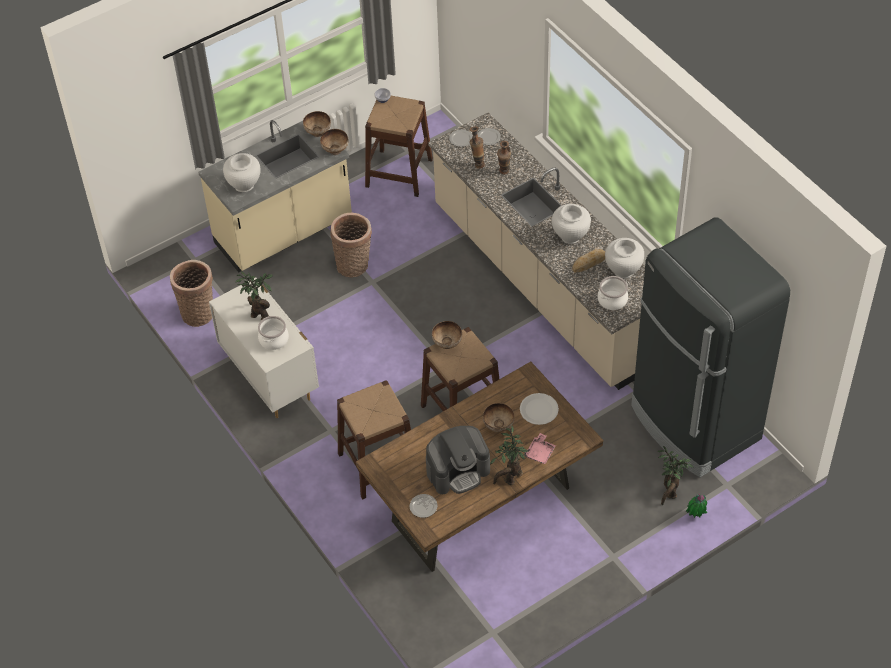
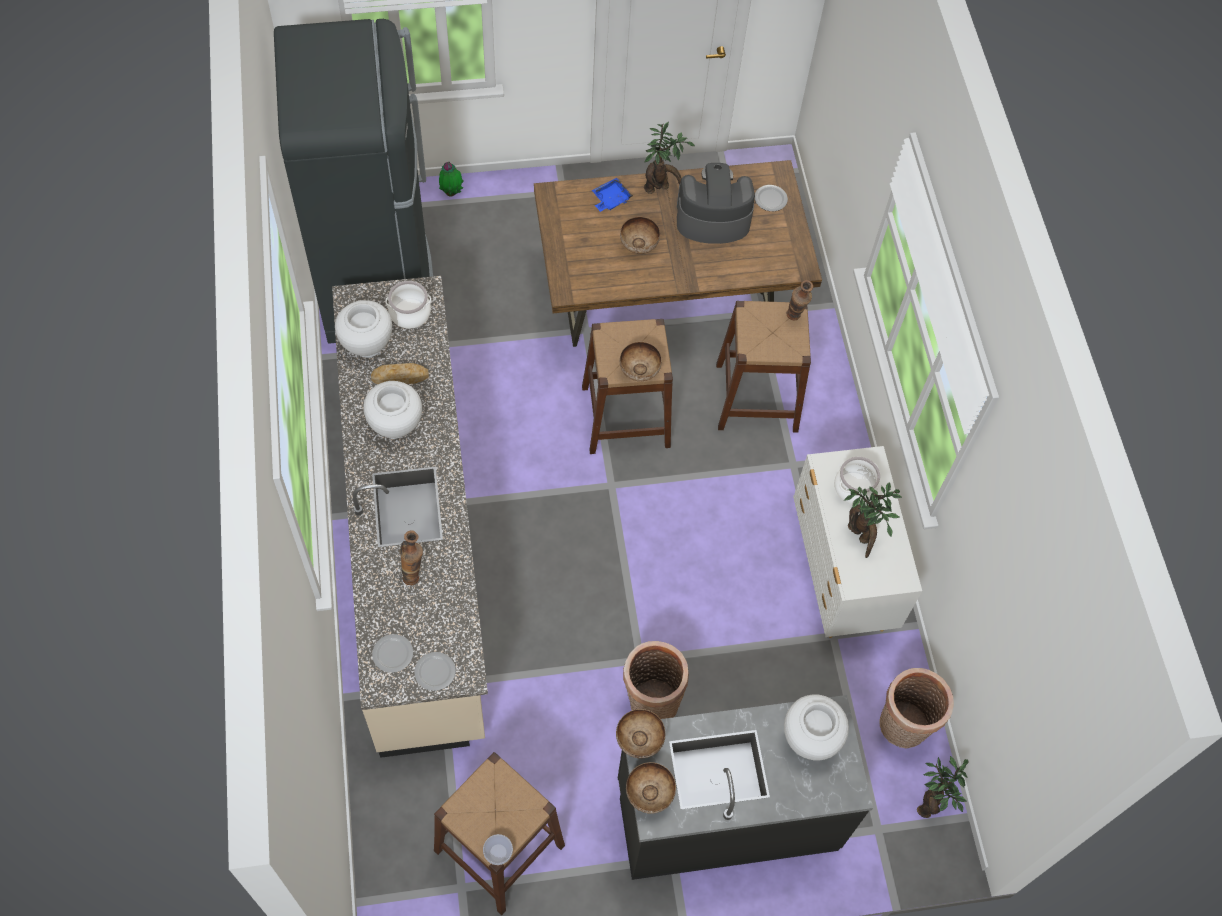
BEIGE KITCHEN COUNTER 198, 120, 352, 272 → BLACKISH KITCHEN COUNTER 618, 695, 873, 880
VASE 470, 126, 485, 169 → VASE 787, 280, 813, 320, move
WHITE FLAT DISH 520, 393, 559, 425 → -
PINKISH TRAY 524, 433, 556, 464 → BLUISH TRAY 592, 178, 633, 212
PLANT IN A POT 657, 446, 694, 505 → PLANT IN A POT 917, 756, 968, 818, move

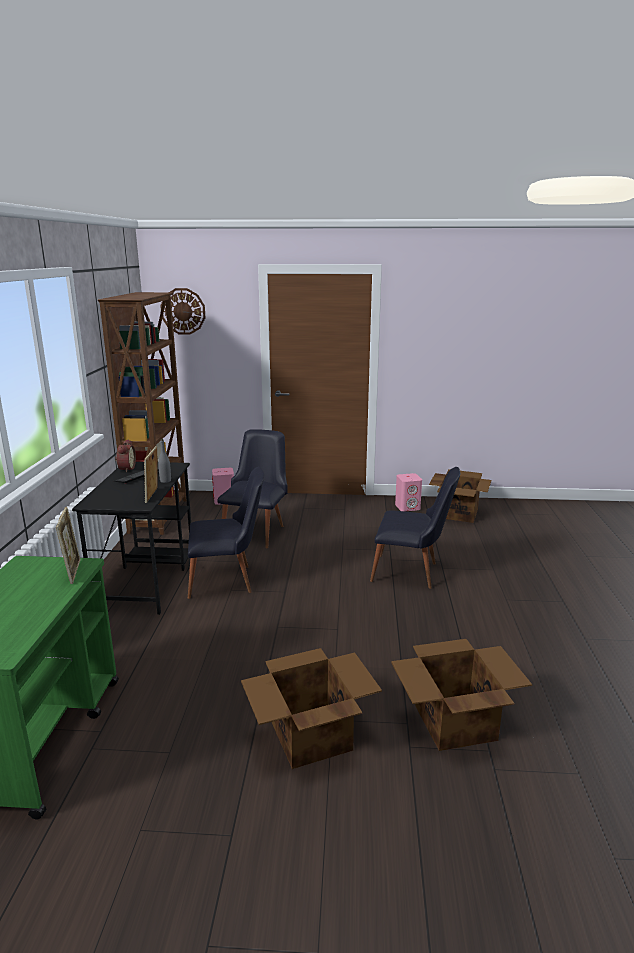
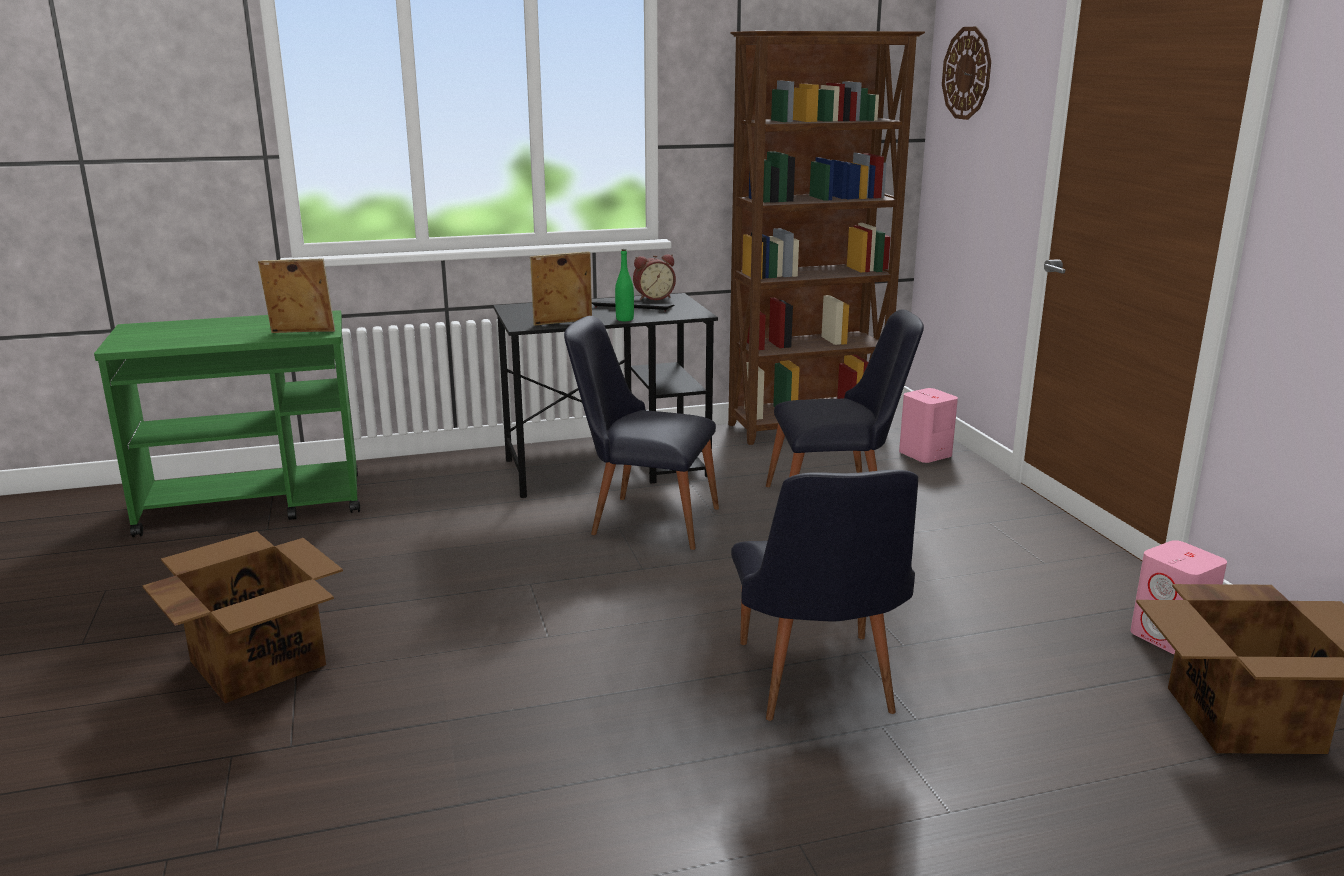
GREYISH DRINK BOTTLE 158, 439, 171, 483 → GREEN-COLOURED DRINK BOTTLE 615, 249, 634, 321
BLACKISH UPRIGHT CHAIR 188, 467, 264, 599 → BLACKISH UPRIGHT CHAIR 564, 316, 719, 550, 135 degrees clockwise
PICTURE FRAME 56, 507, 80, 584 → PICTURE FRAME 258, 258, 335, 333, 150 degrees counterclockwise
PACKING BOX 391, 639, 532, 751 → -

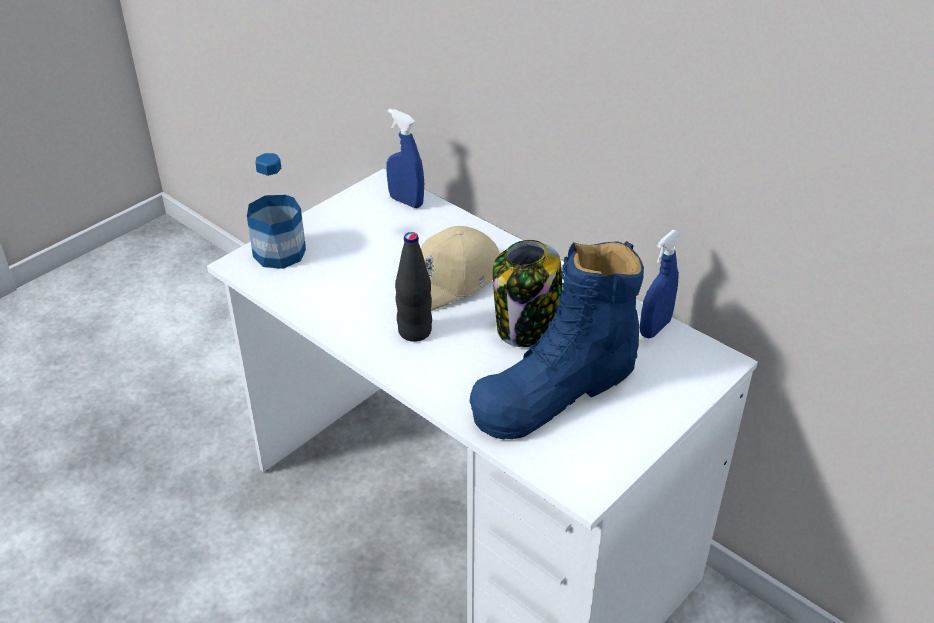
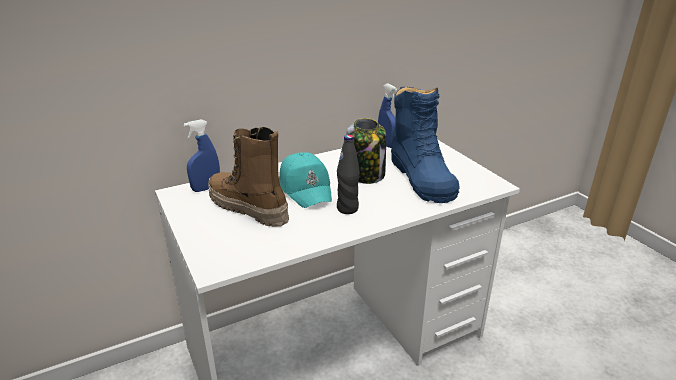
DRINK BOTTLE 247, 153, 306, 269 → -
BEIGE BASEBALL CAP 395, 226, 500, 311 → BLUE-GREEN BASEBALL CAP 279, 152, 332, 208
- → BOOT 208, 127, 289, 227

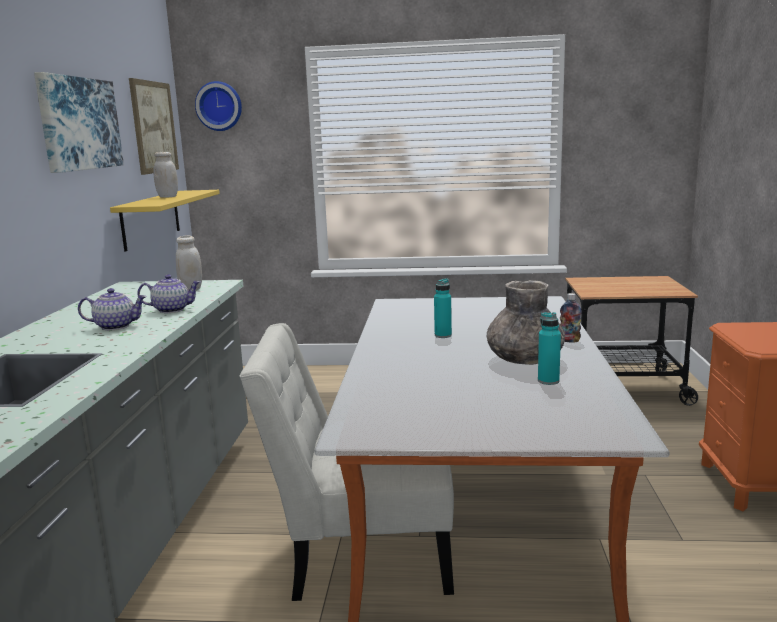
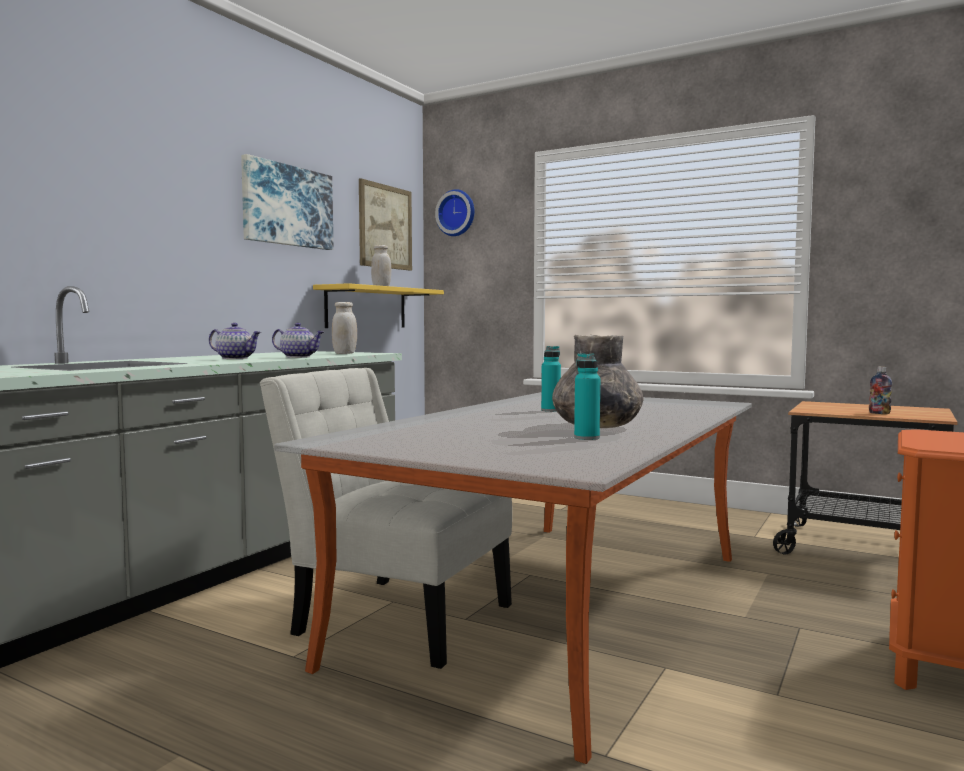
DRINK BOTTLE 560, 293, 582, 342 → DRINK BOTTLE 869, 367, 892, 414, move

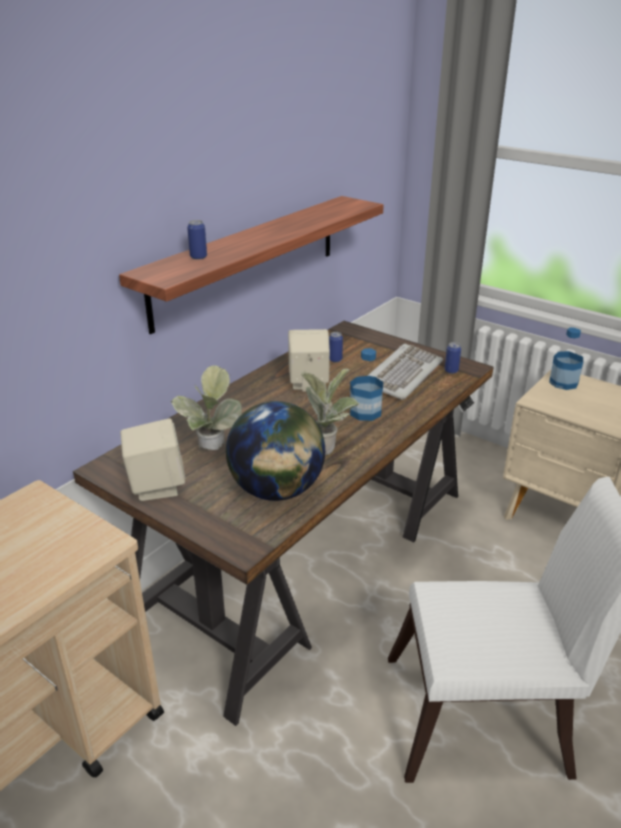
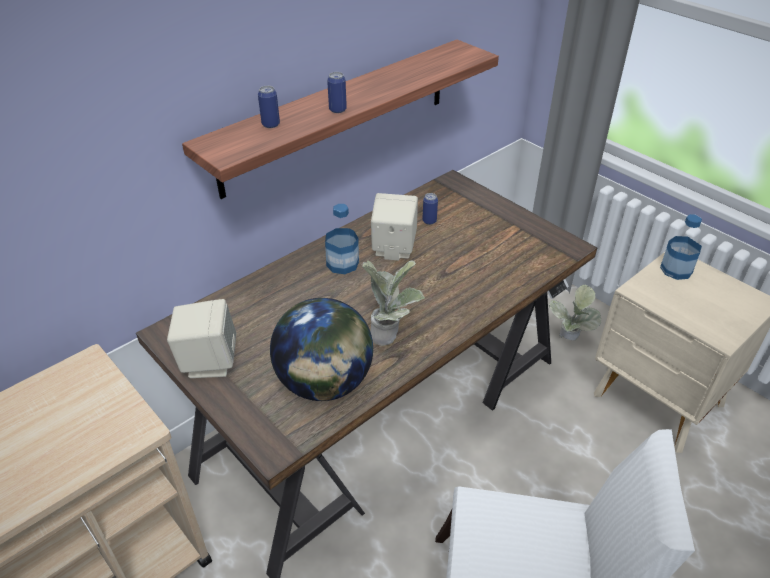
METAL CAN 445, 342, 461, 374 → METAL CAN 327, 72, 347, 113, move
KEYBOARD 367, 344, 443, 400 → -
DRINK BOTTLE 350, 348, 383, 421 → DRINK BOTTLE 325, 204, 359, 274, move
PLANT IN A POT 171, 365, 242, 450 → PLANT IN A POT 548, 285, 601, 340, move

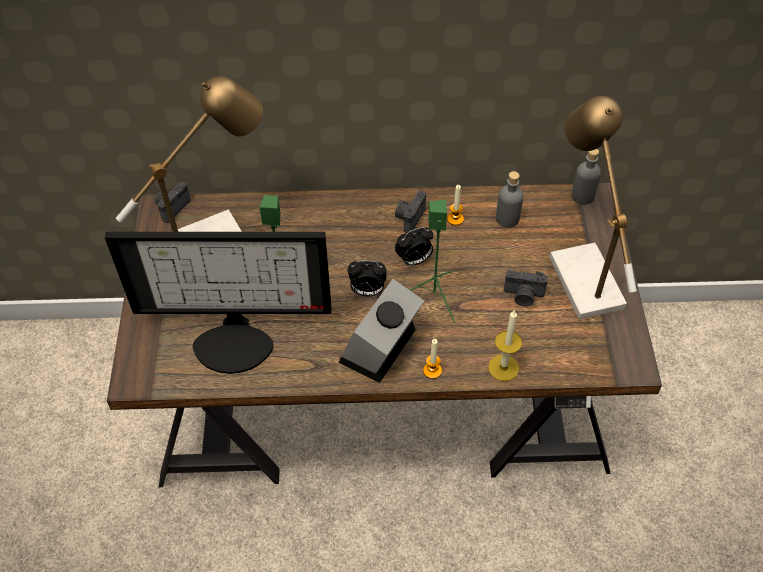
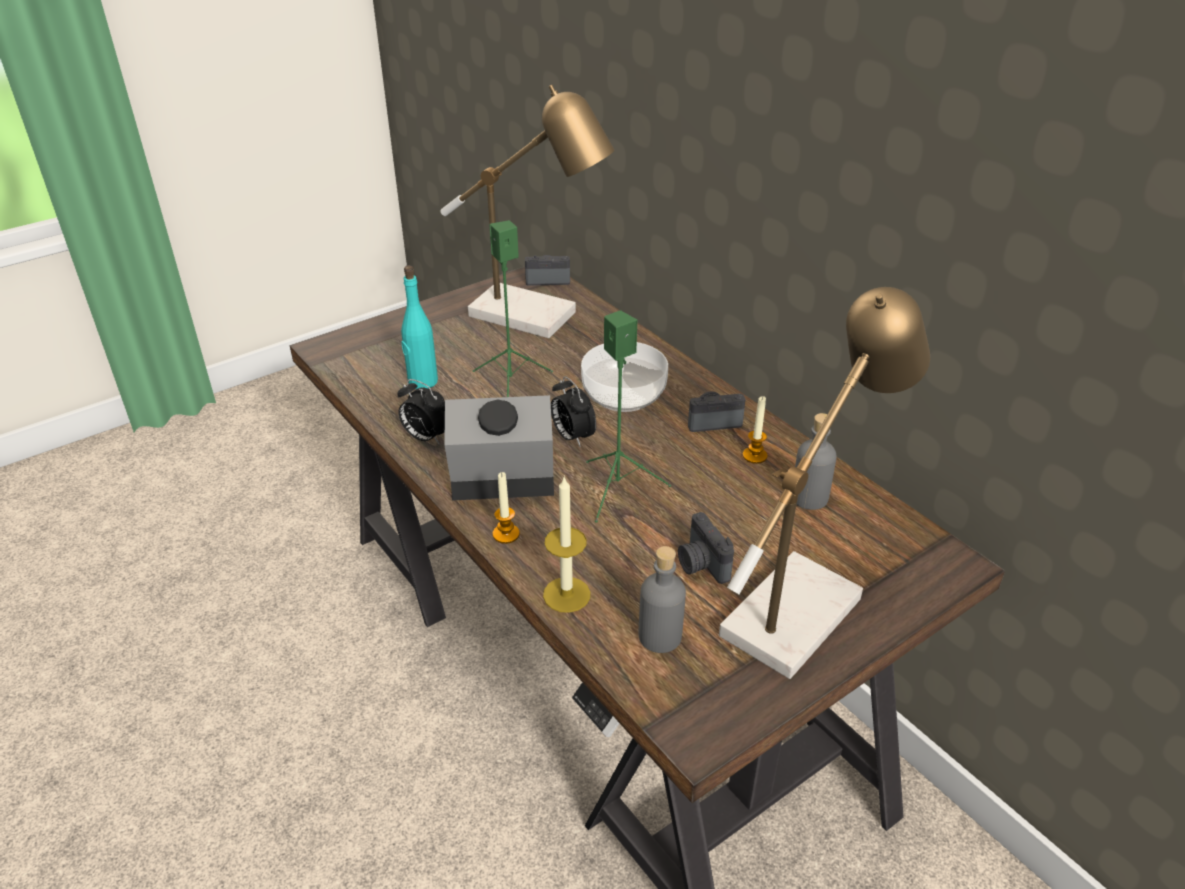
GREYISH DRINK BOTTLE 571, 149, 601, 205 → GREYISH DRINK BOTTLE 639, 546, 686, 653, move
BEDSIDE CLOCK 395, 227, 433, 266 → BEDSIDE CLOCK 398, 379, 445, 445, move
COMPUTER SCREEN 105, 232, 332, 374 → BLUE-GREEN DRINK BOTTLE 401, 265, 438, 389
- → SERVING BOWL 581, 342, 668, 412

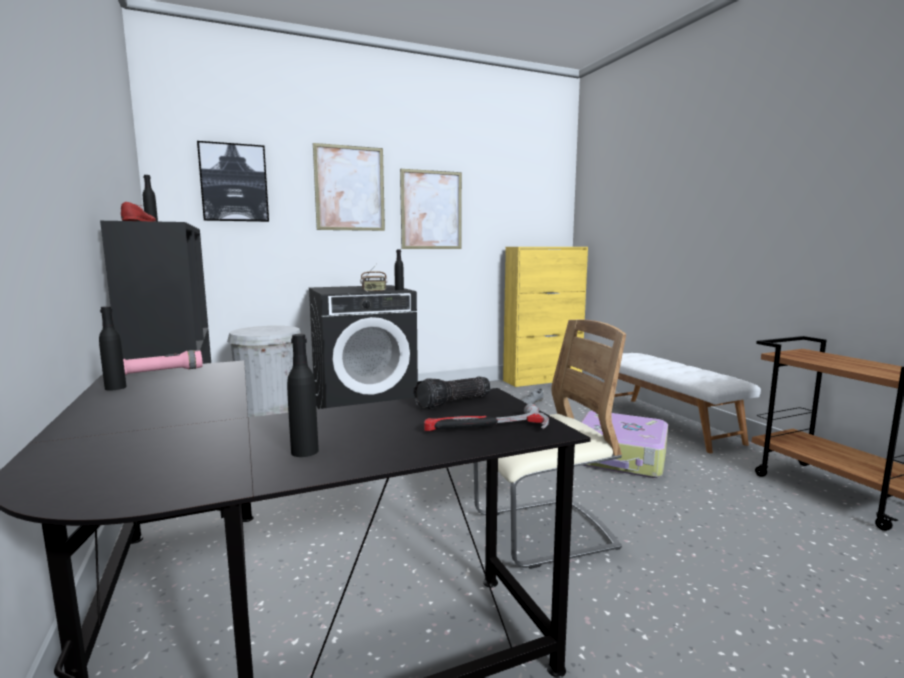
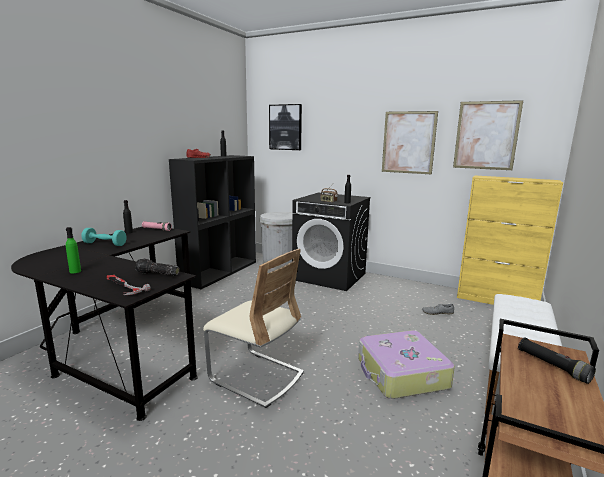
PICTURE 313, 143, 385, 231 → PICTURE 453, 100, 523, 170, move
BLACKISH DRINK BOTTLE 287, 334, 319, 457 → GREEN-COLOURED DRINK BOTTLE 66, 227, 81, 273
- → BLUE-GREEN HAND WEIGHT 81, 228, 126, 246
- → BLACKISH HAND TORCH 518, 338, 596, 384

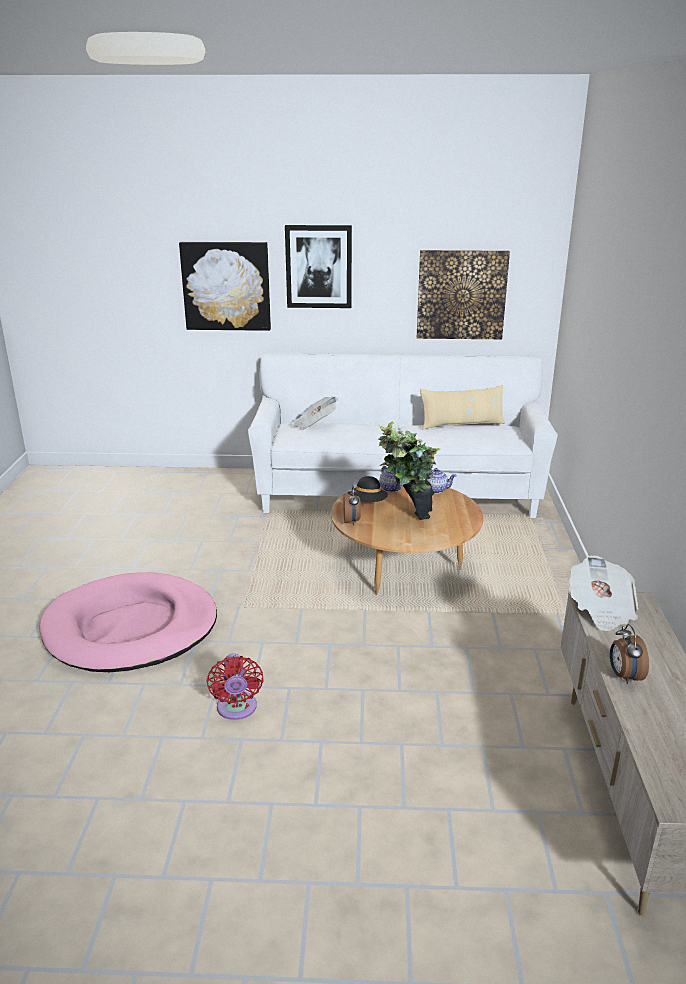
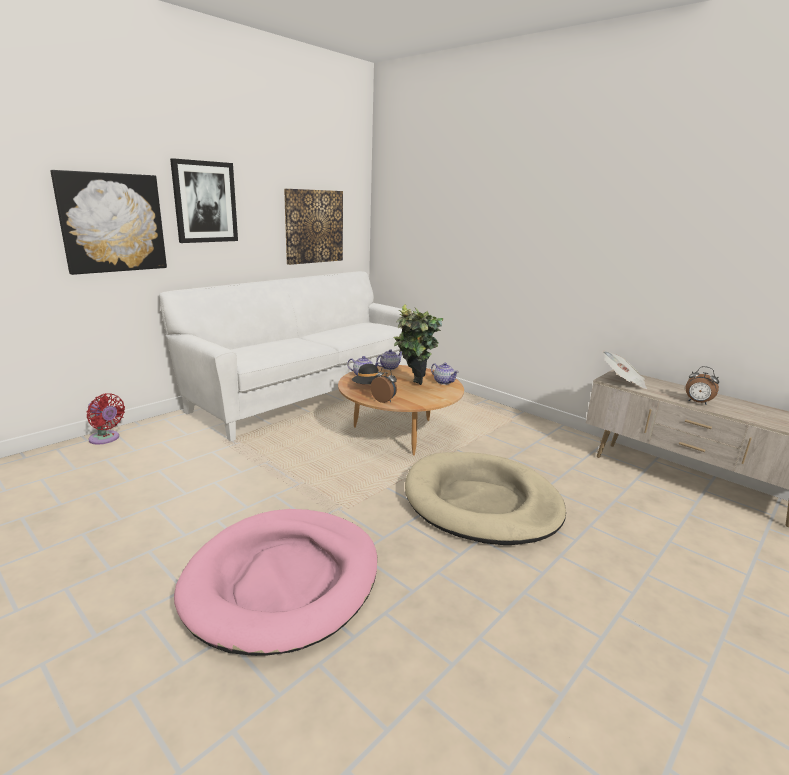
BEIGE CUSHION 420, 385, 505, 430 → -
DAILY PAPER 291, 397, 338, 429 → -
REDDISH ELECTRIC FAN 206, 653, 264, 720 → REDDISH ELECTRIC FAN 87, 393, 125, 444, move
- → POT FOR TEA 431, 363, 459, 385
- → BEIGE DOG BED 405, 452, 566, 545

